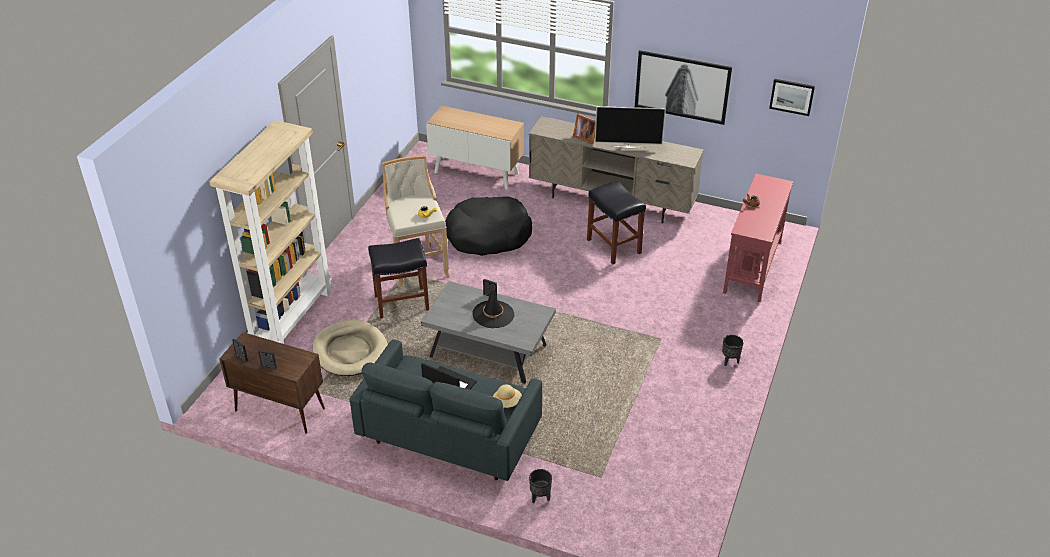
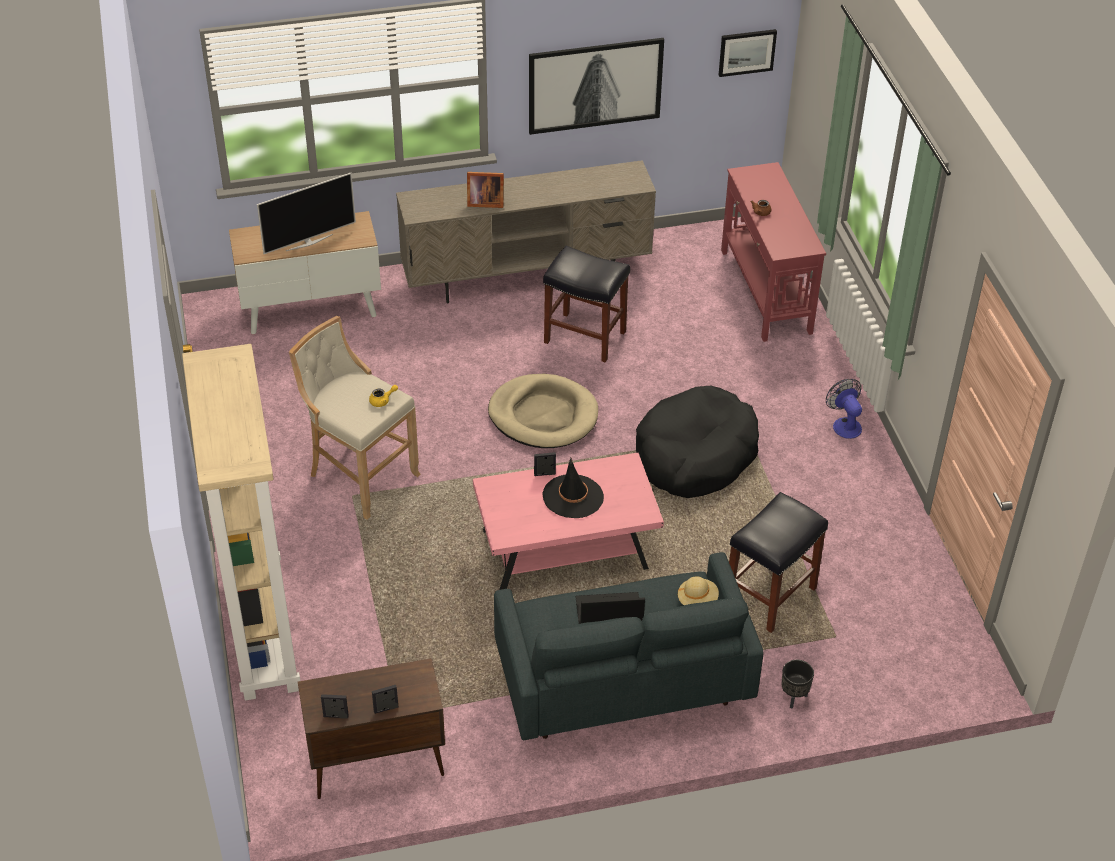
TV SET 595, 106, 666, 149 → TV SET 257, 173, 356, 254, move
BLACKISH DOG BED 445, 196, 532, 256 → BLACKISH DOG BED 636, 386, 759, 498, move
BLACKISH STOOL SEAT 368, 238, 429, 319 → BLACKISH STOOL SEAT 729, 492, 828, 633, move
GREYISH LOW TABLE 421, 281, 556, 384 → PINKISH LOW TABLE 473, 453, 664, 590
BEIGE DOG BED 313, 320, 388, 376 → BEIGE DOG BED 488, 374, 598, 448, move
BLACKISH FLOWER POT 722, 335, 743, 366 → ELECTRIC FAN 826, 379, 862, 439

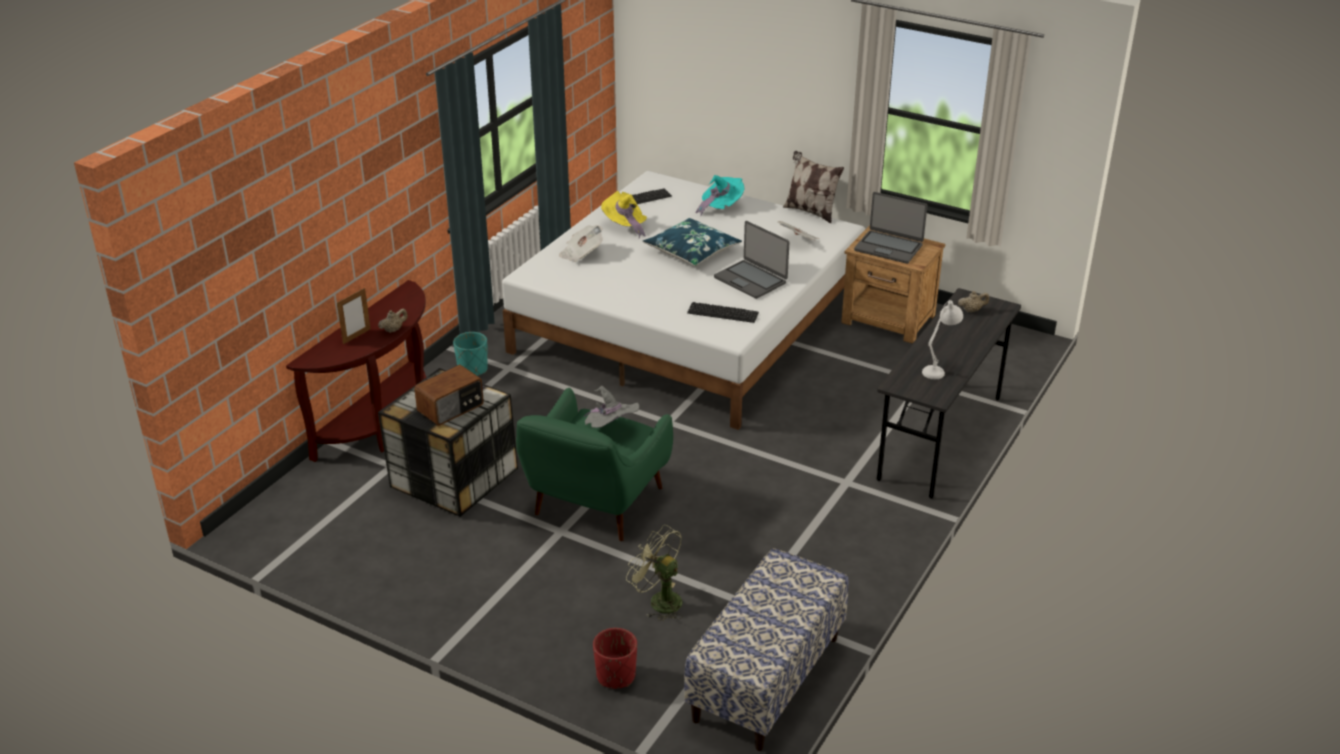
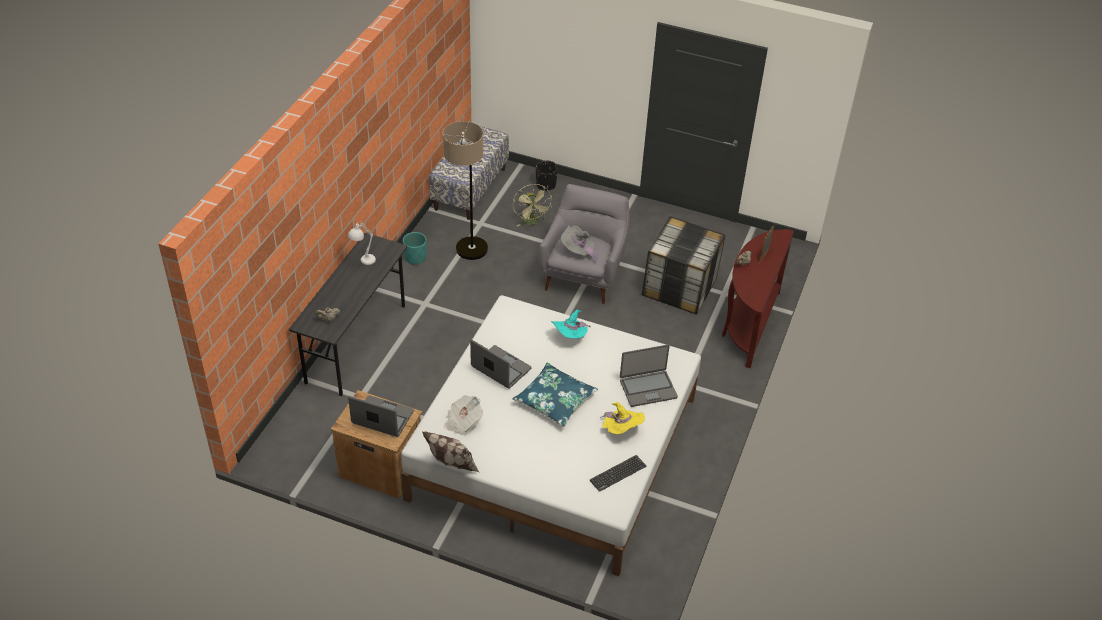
BLUE-GREEN WEARABLE HAT 695, 175, 744, 216 → BLUE-GREEN WEARABLE HAT 551, 309, 590, 339, move
DAILY PAPER 559, 225, 603, 262 → PORTABLE COMPUTER 620, 345, 678, 407
KEYBOARD 687, 302, 759, 323 → -
BLUE-GREEN FLOWER POT 453, 332, 488, 376 → BLUE-GREEN FLOWER POT 403, 232, 427, 265, move
RADIO 414, 365, 484, 426 → -
GREEN-COLOURED ARMCHAIR 516, 388, 673, 541 → GREYISH ARMCHAIR 539, 184, 630, 304
GREEN-COLOURED ELECTRIC FAN 626, 525, 682, 621 → GREEN-COLOURED ELECTRIC FAN 513, 184, 552, 226, 45 degrees clockwise
REDDISH FLOWER POT 593, 628, 637, 689 → BLACKISH FLOWER POT 536, 161, 558, 191
- → STANDING LAMP 443, 121, 488, 260

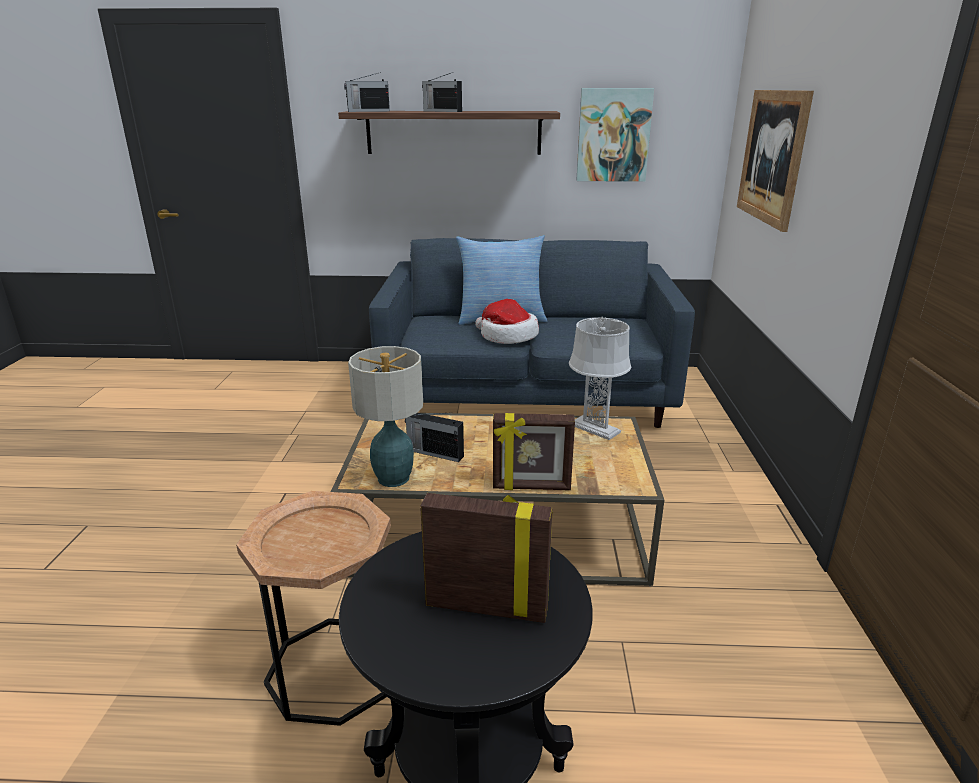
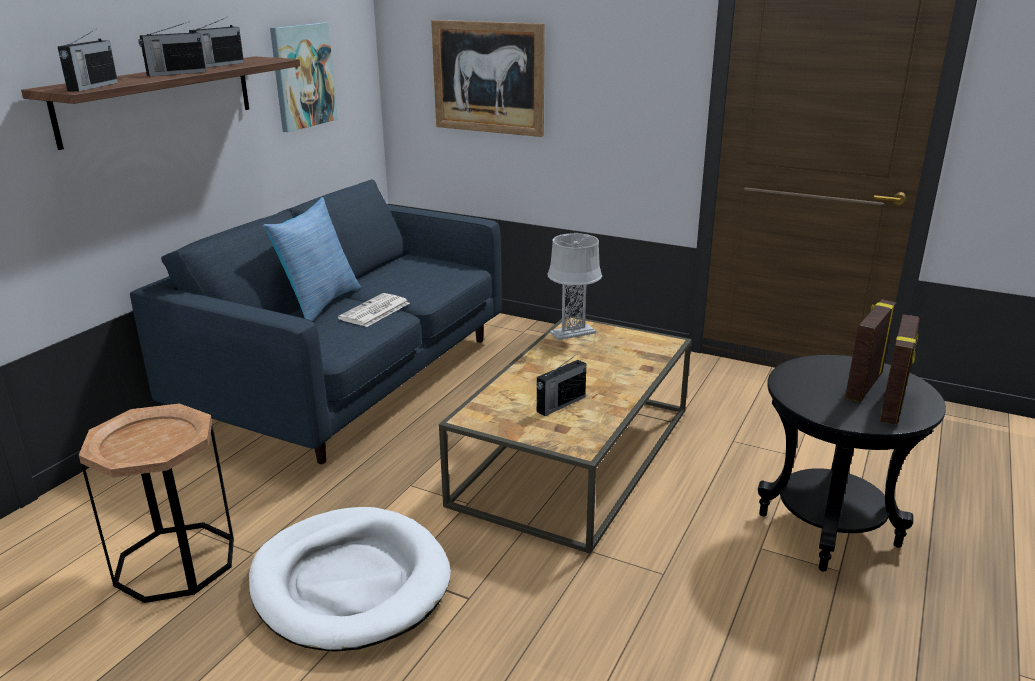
WEARABLE HAT 475, 299, 539, 344 → DAILY PAPER 338, 293, 410, 327
TABLE LAMP 348, 346, 423, 487 → -
PICTURE FRAME 493, 413, 575, 490 → PICTURE FRAME 880, 314, 920, 425, move
BROWN SIDE TABLE 236, 491, 391, 726 → BROWN SIDE TABLE 79, 403, 234, 603, move
- → RADIO 189, 16, 244, 68
- → WHITE DOG BED 249, 507, 451, 652

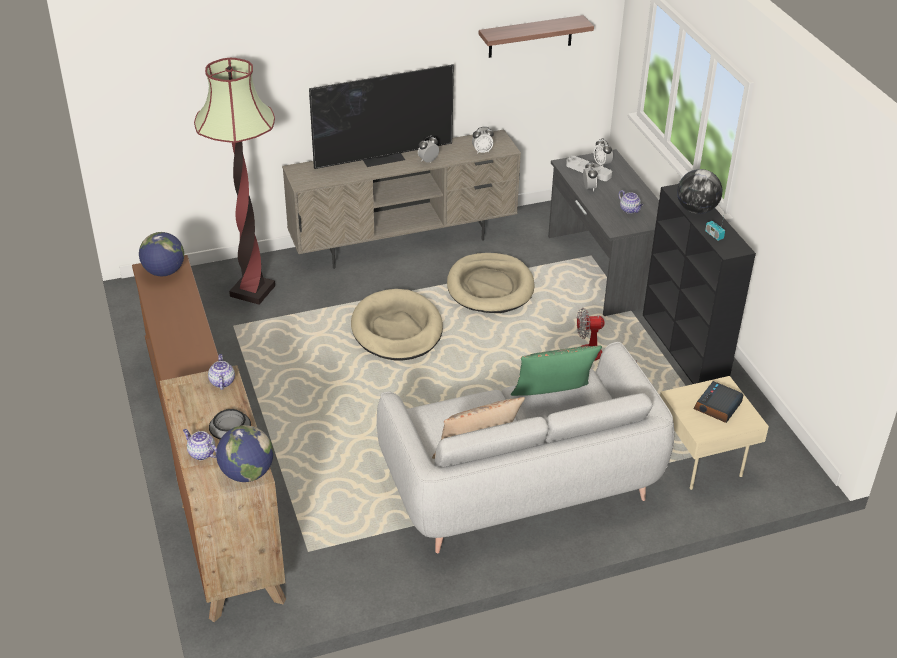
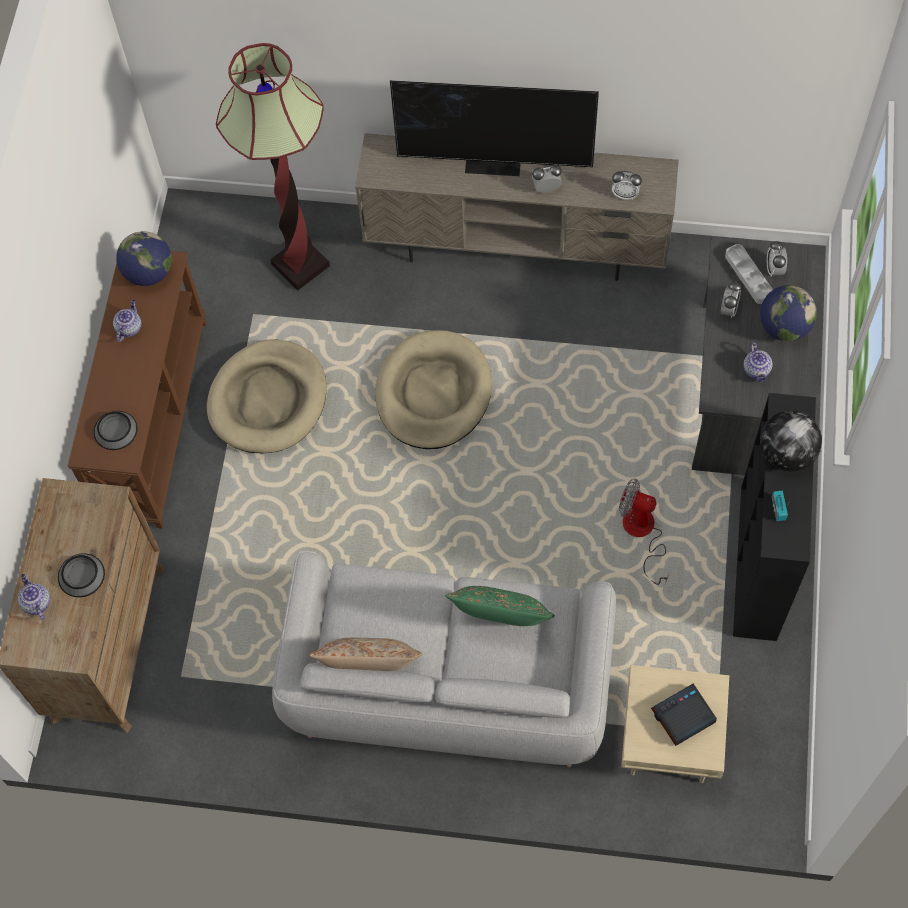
WALL SHELF 479, 15, 594, 58 → -
BEIGE DOG BED 447, 253, 534, 313 → BEIGE DOG BED 207, 339, 326, 453, move
POT FOR TEA 208, 354, 235, 390 → POT FOR TEA 113, 299, 142, 342, move
DESK GLOBE 216, 425, 273, 482 → DESK GLOBE 760, 285, 817, 341, move
- → SERVING BOWL 94, 411, 137, 450

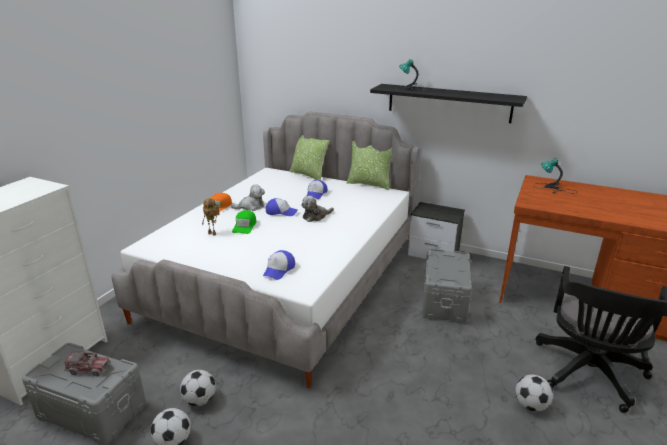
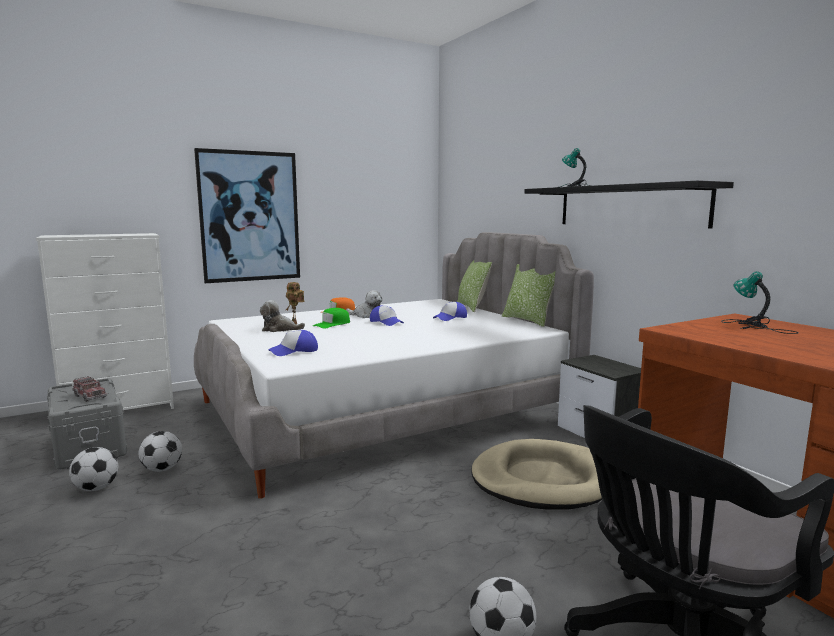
CUDDLY TOY 301, 196, 334, 222 → CUDDLY TOY 260, 300, 305, 332, move
GREYISH STORAGE CONTAINER 421, 249, 472, 323 → BEIGE DOG BED 471, 439, 603, 510
- → PICTURE 194, 148, 300, 283

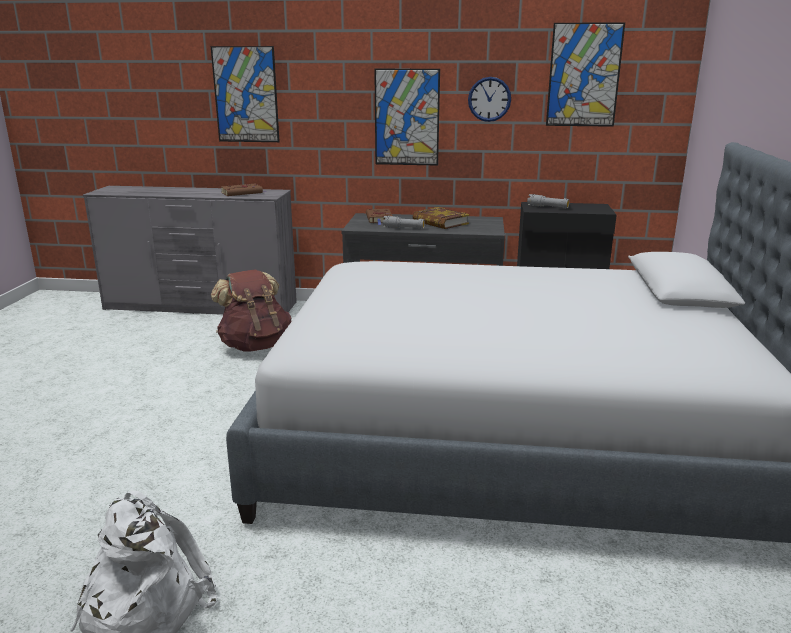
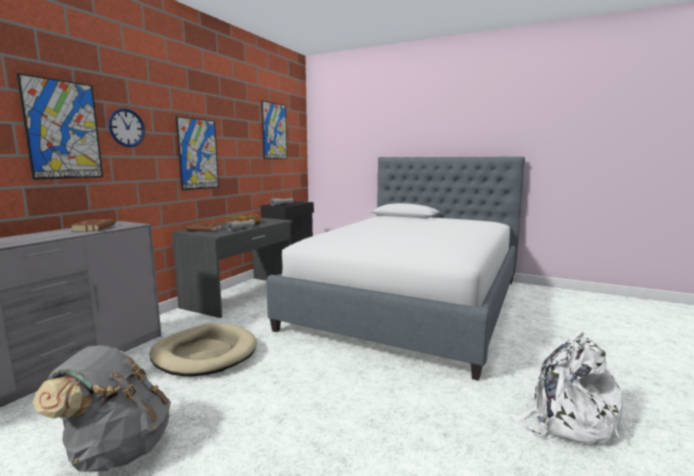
HANGING CLOCK 468, 77, 511, 122 → HANGING CLOCK 108, 108, 145, 147, move
BROWN KNAPSACK 211, 269, 292, 352 → BEIGE DOG BED 149, 323, 257, 376
- → GREYISH KNAPSACK 33, 345, 171, 472

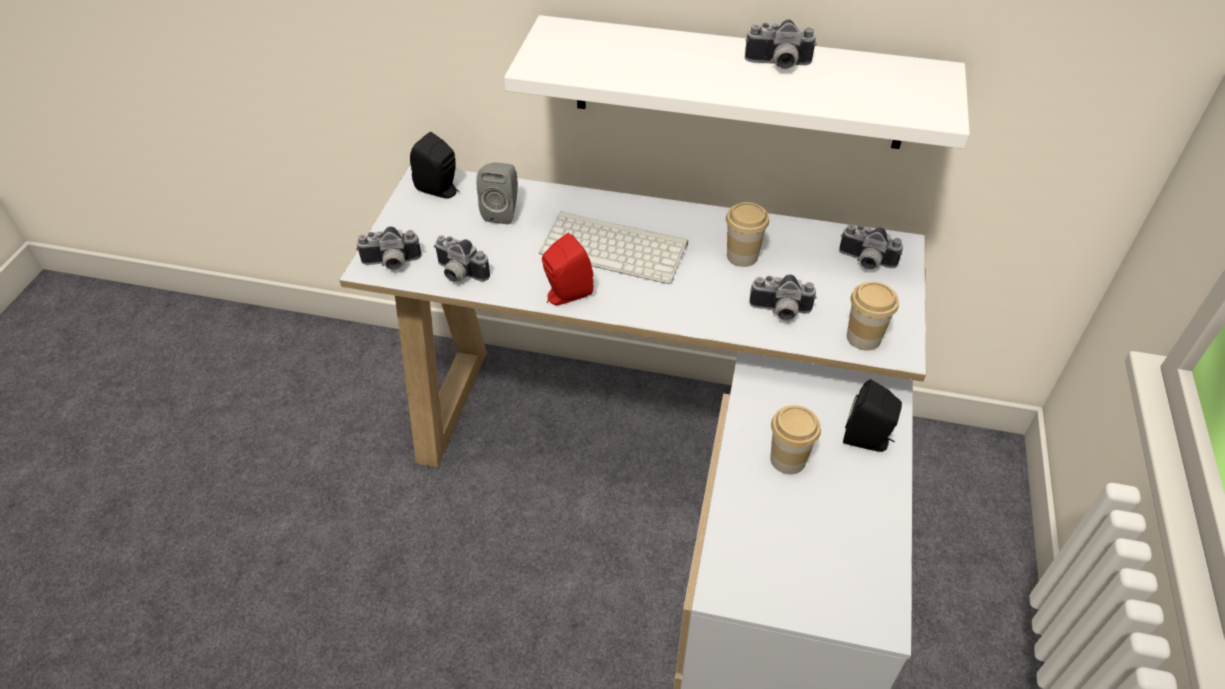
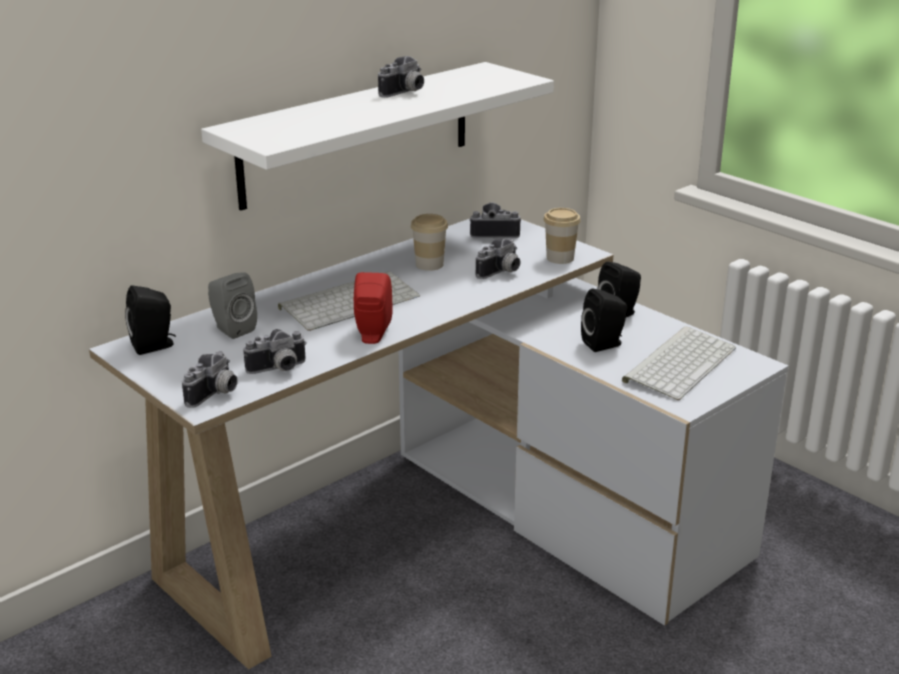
PHOTO CAMERA 839, 224, 903, 270 → PHOTO CAMERA 469, 202, 521, 238, 150 degrees counterclockwise
CUP 770, 405, 821, 474 → BLACKISH AUDIO SPEAKER 581, 288, 627, 352
- → KEYBOARD 622, 326, 736, 400

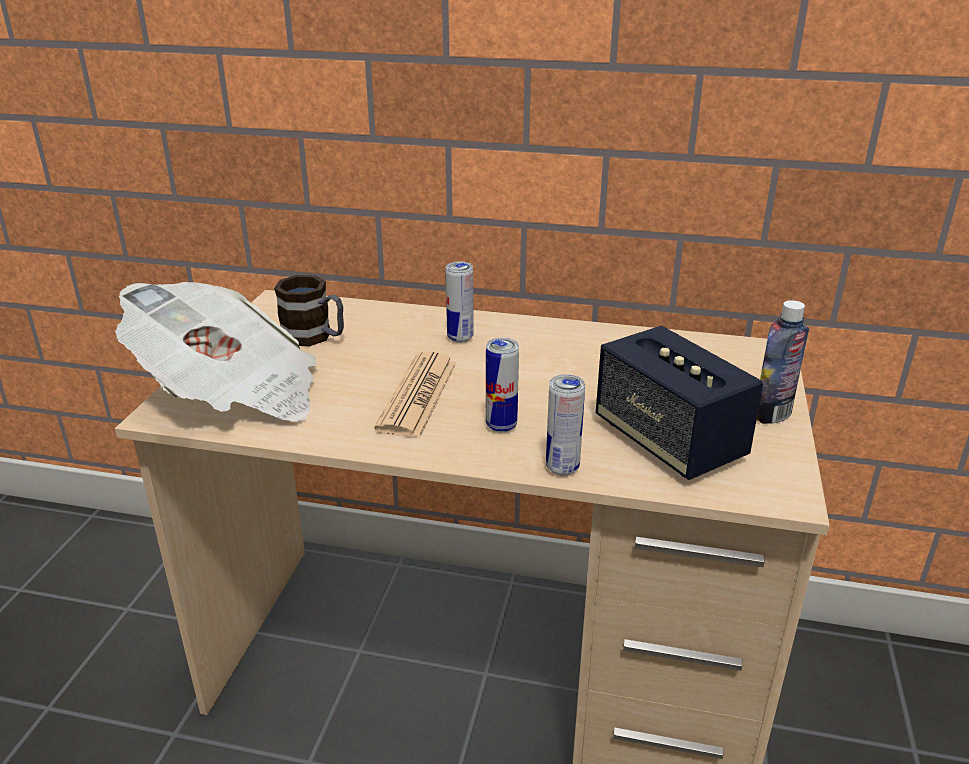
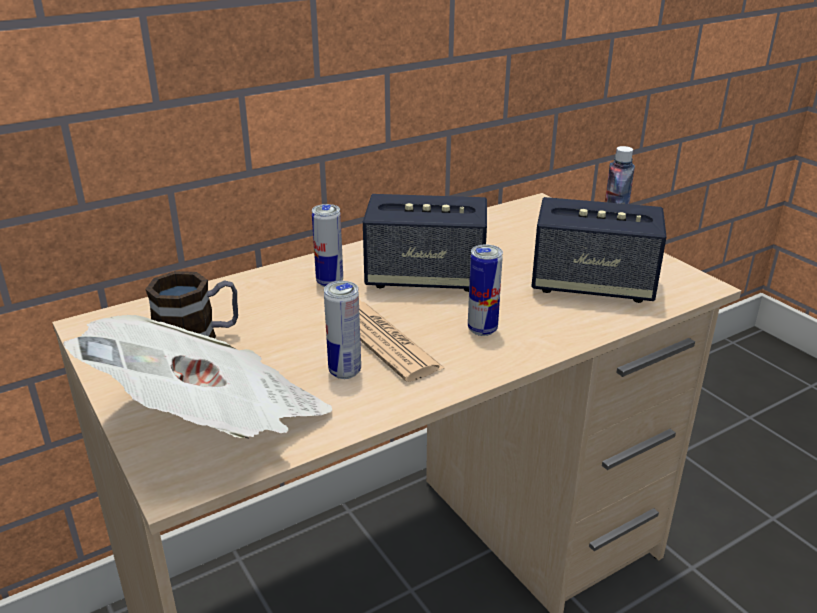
METAL CAN 546, 374, 585, 476 → METAL CAN 324, 281, 361, 379, move
- → AUDIO SPEAKER 363, 194, 487, 292

